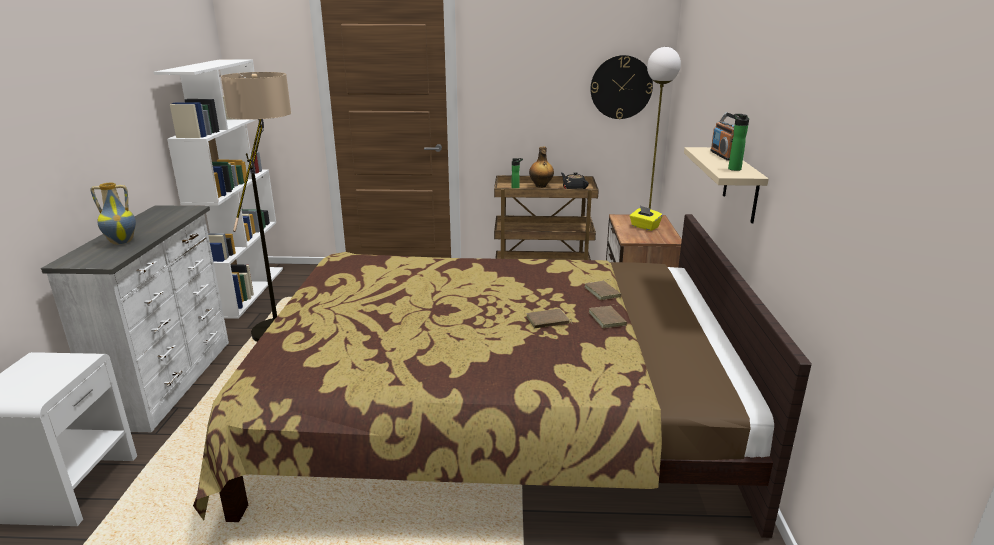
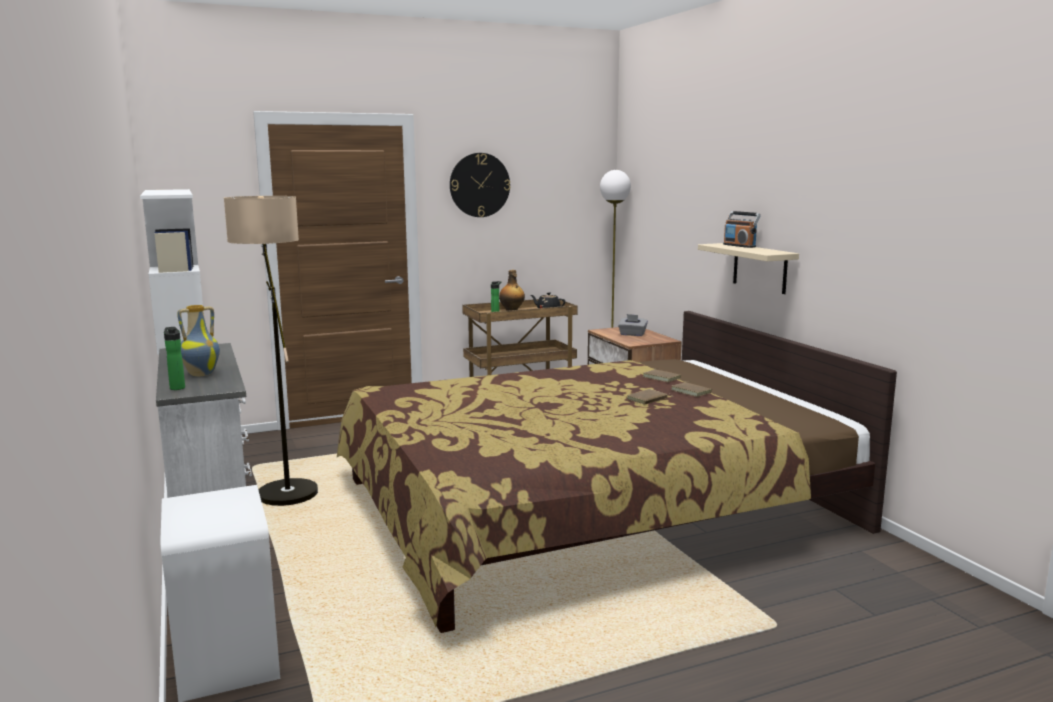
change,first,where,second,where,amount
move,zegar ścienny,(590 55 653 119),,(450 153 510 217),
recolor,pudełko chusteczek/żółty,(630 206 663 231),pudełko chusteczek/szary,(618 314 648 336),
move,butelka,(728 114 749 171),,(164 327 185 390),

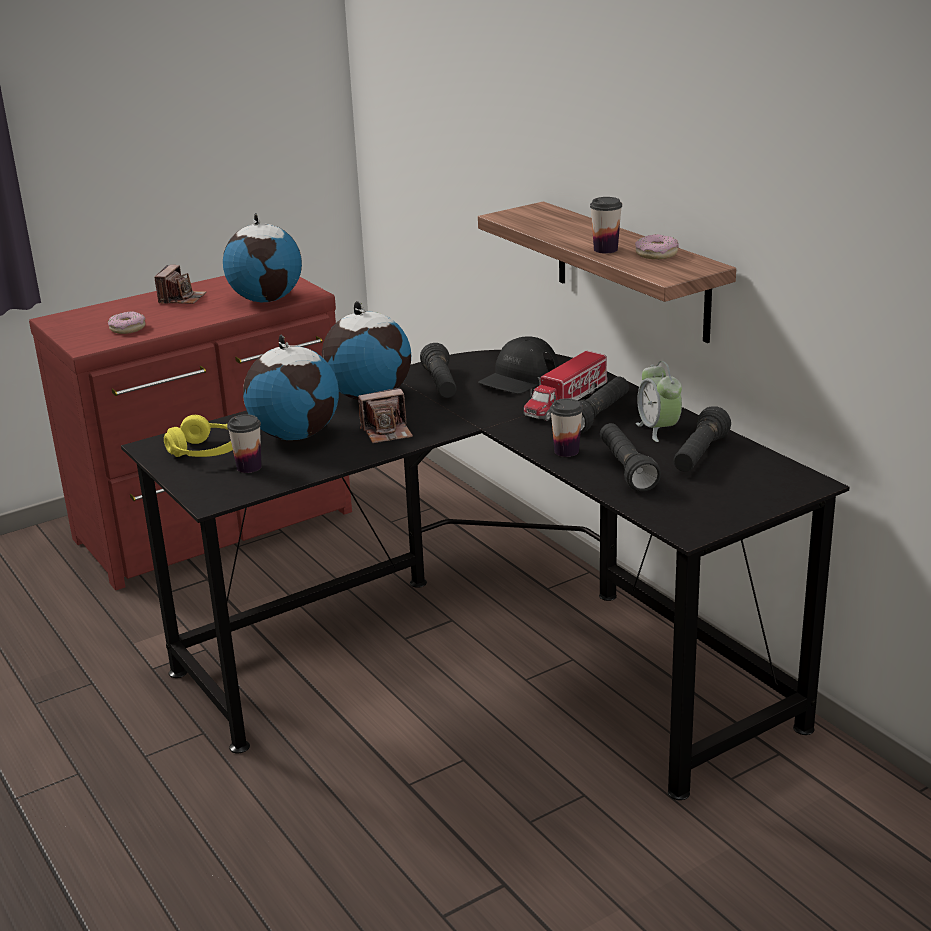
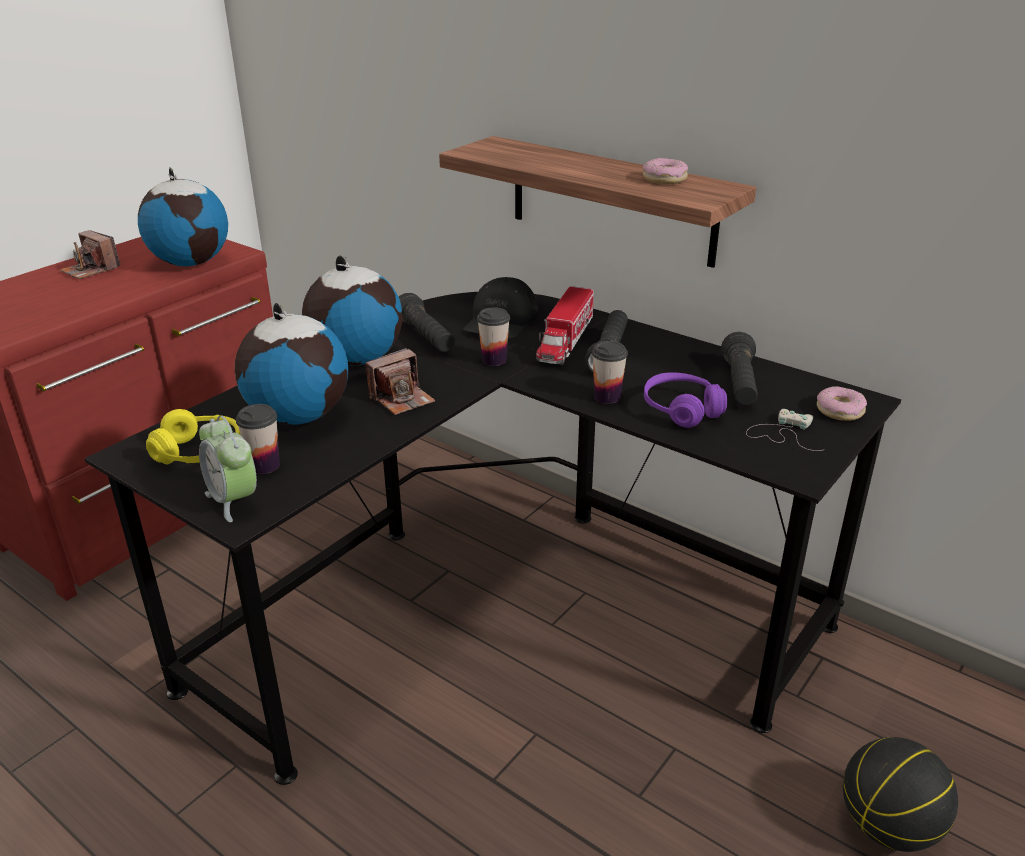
change,first,where,second,where,amount
move,donut,(108 311 146 334),,(817 386 867 421),
rotate,aparat fotograficzny,(154 265 206 304),,(60 230 121 279),135 degrees clockwise
move,filiżanka,(590 197 622 253),,(477 307 510 366),
replace,latarka/czarny,(600 423 661 492),słuchawki/fioletowy,(644 372 727 428),
move,budzik,(636 361 682 442),,(199 416 257 522),
insert,,,pad do gier/biały,(746 409 822 451),
insert,,,piłka do koszykówki,(843 737 958 852),

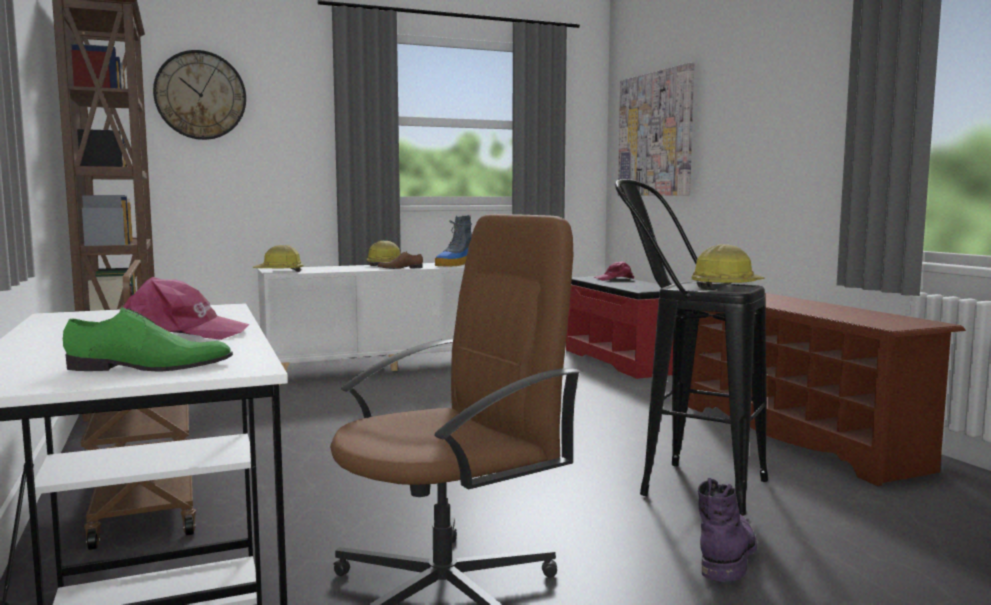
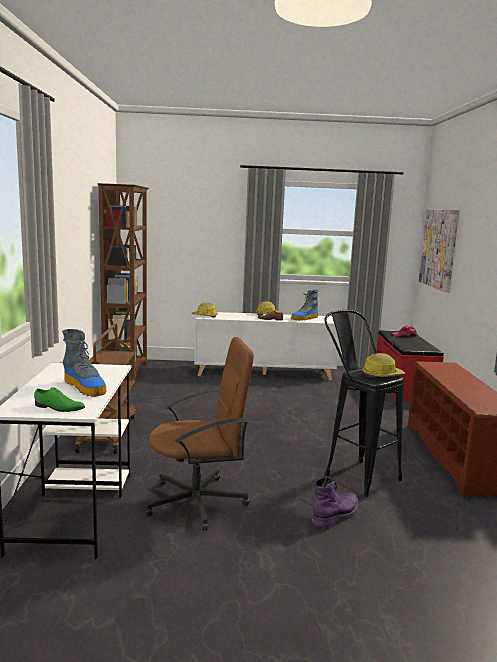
change,first,where,second,where,amount
replace,czapka z daszkiem/różowy,(123 277 249 340),but z cholewką,(62 329 106 397),
delete,zegar ścienny,(153 50 246 140),,,

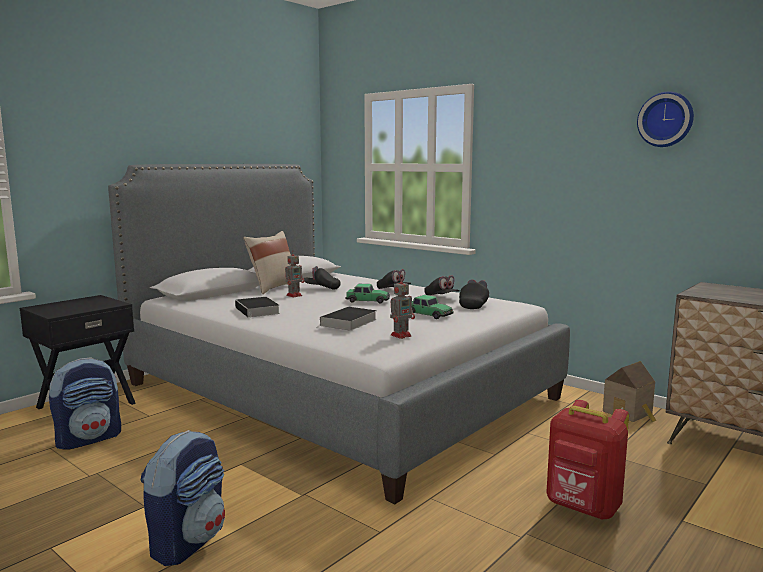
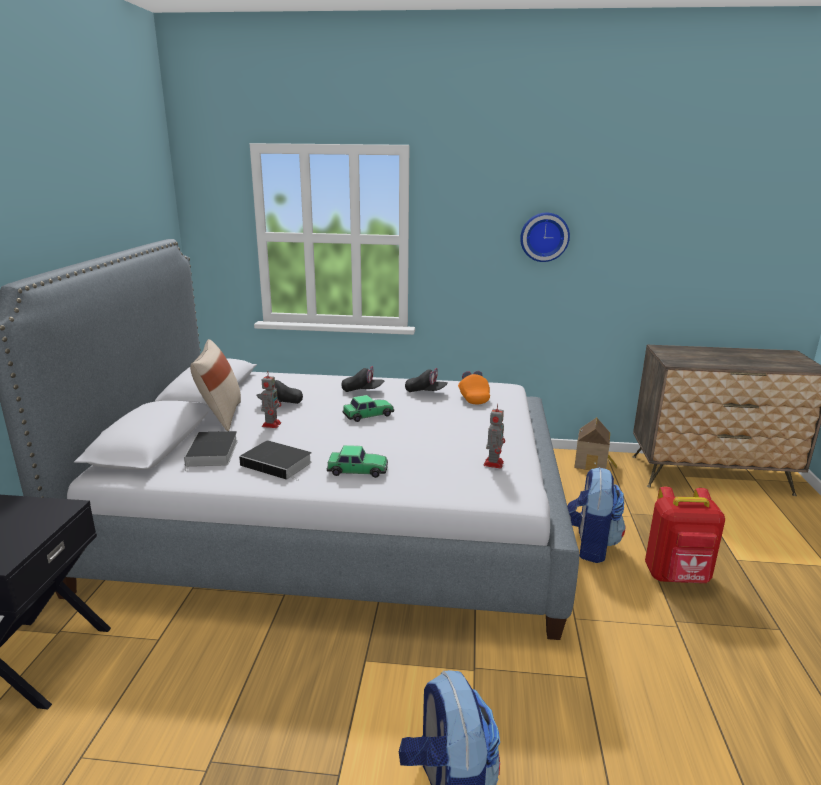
change,first,where,second,where,amount
move,plecak,(49 357 121 450),,(567 467 625 563),
move,książka,(318 307 377 331),,(184 431 238 472),
move,samochodzik,(412 295 454 319),,(327 445 388 478),
recolor,czapka z daszkiem/czarny,(459 279 489 309),czapka z daszkiem/pomarańczowy,(458 371 490 405),
move,zegar ścienny,(637 91 694 147),,(520 213 570 262),

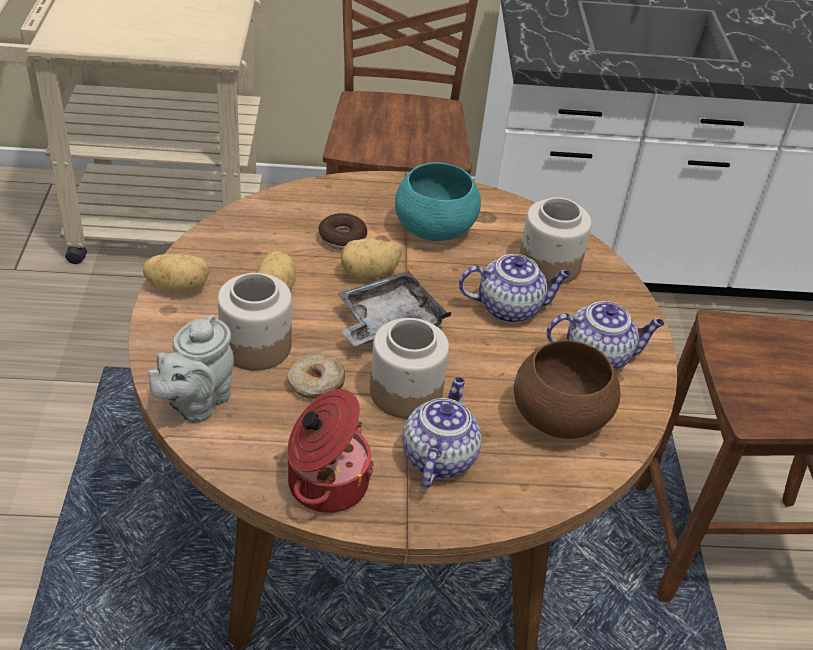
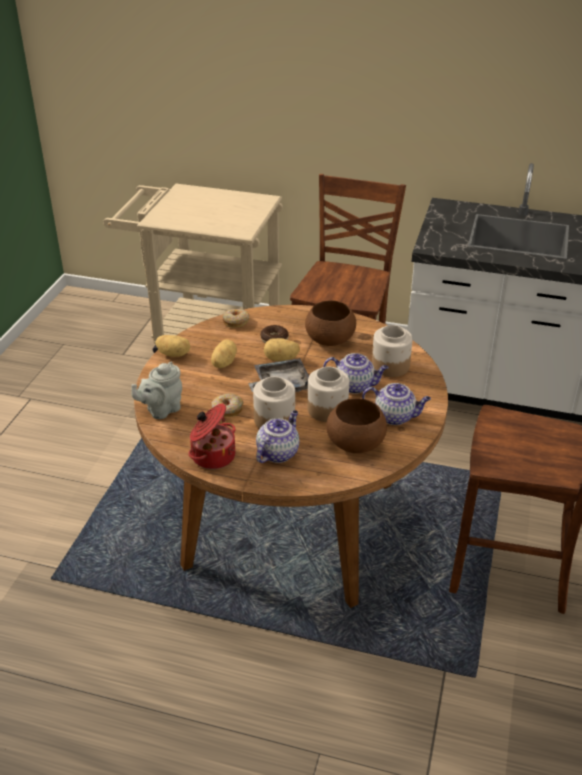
change,first,where,second,where,amount
move,słoik,(217 273 292 371),,(308 367 349 422),
recolor,miska/turkusowy,(395 162 481 241),miska/brązowy,(305 300 356 346),
insert,,,donut,(222 309 249 328),

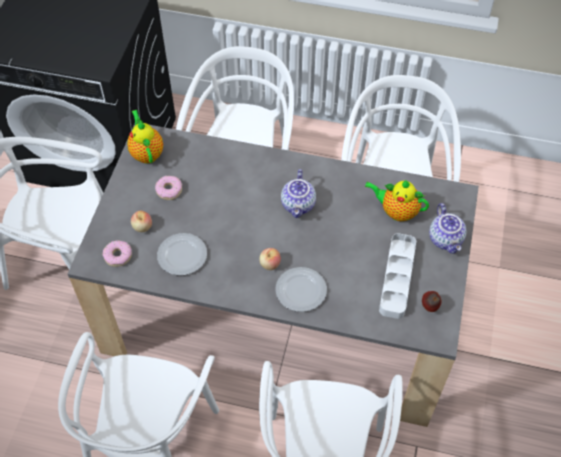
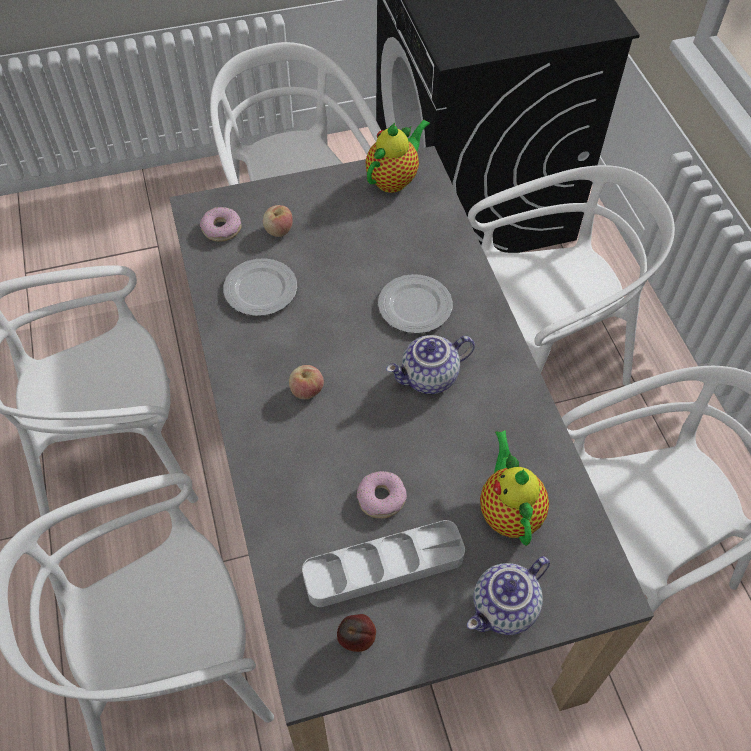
change,first,where,second,where,amount
move,donut,(155 176 182 200),,(357 471 407 519),
move,talerz,(275 267 327 312),,(378 274 453 333),

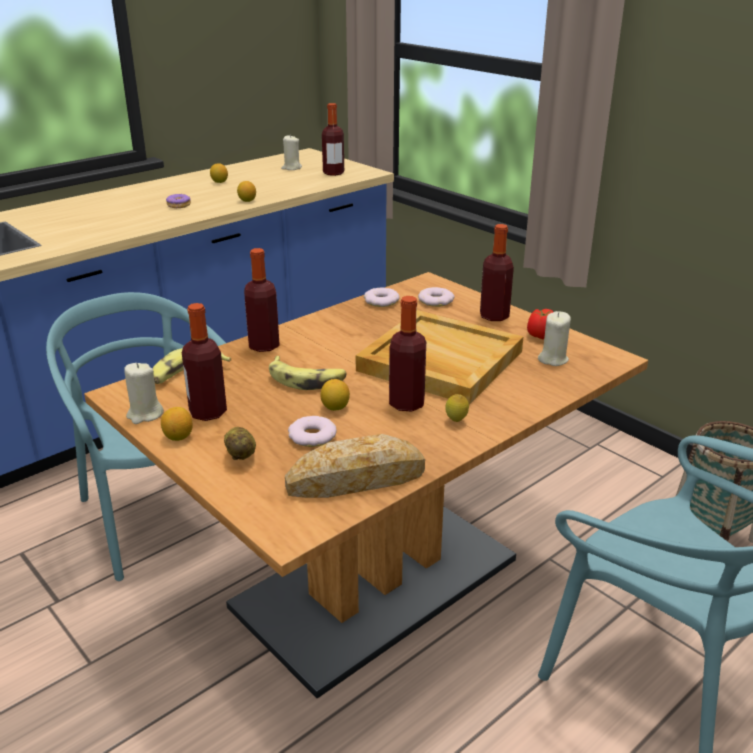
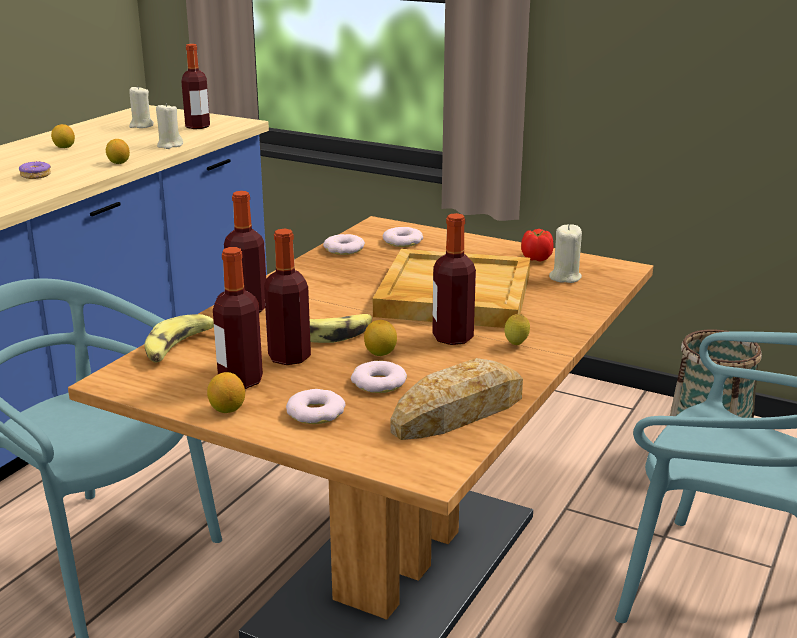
change,first,where,second,where,amount
move,świeca/beżowy,(124 363 164 424),,(156 103 183 149),
replace,ziemniak,(224 427 256 460),donut,(286 389 345 424),
move,butelka,(480 224 514 321),,(264 229 311 365),

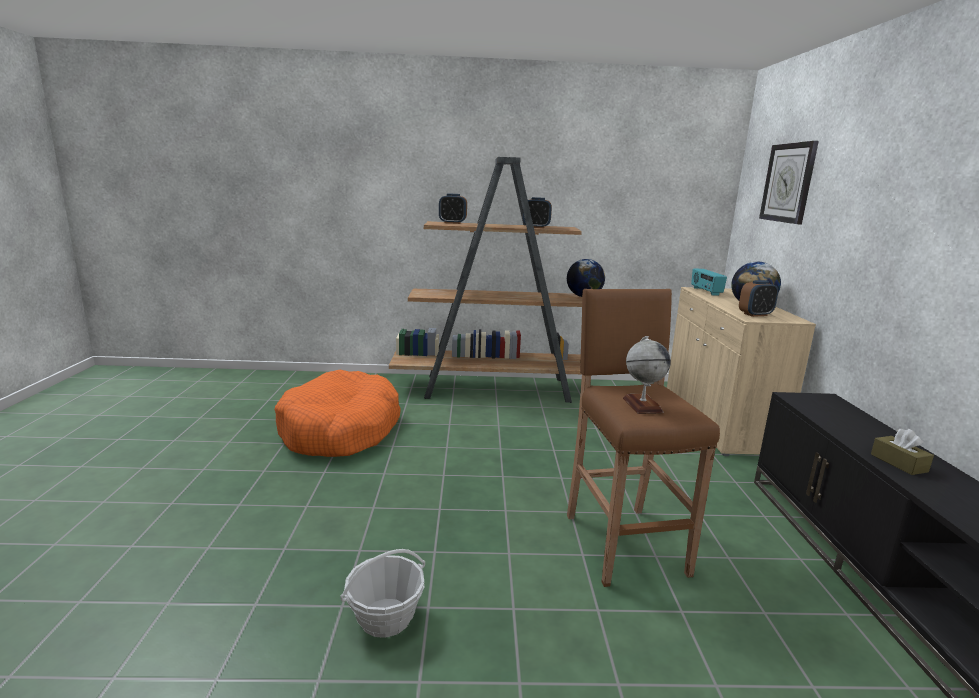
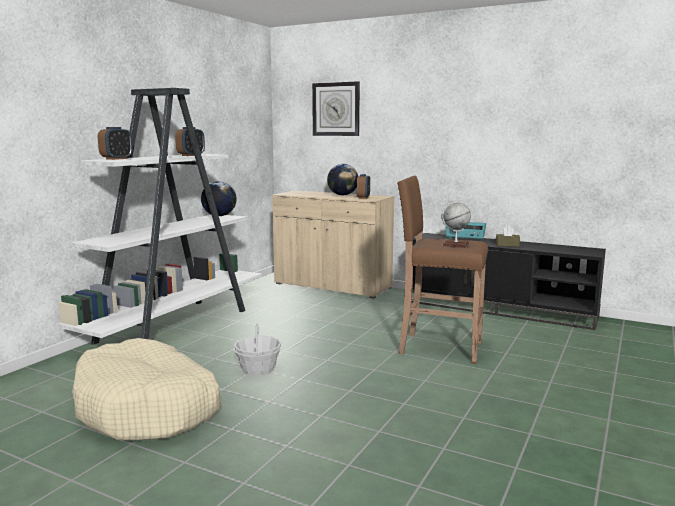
change,first,where,second,where,amount
recolor,legowisko/pomarańczowy,(275 370 401 457),legowisko/beżowy,(72 338 221 441),
move,koszyk,(340 549 425 638),,(233 324 281 376),
recolor,regał/brązowy,(389 157 613 403),regał/biały,(57 88 262 345),
move,radio,(691 269 727 296),,(445 222 486 241),

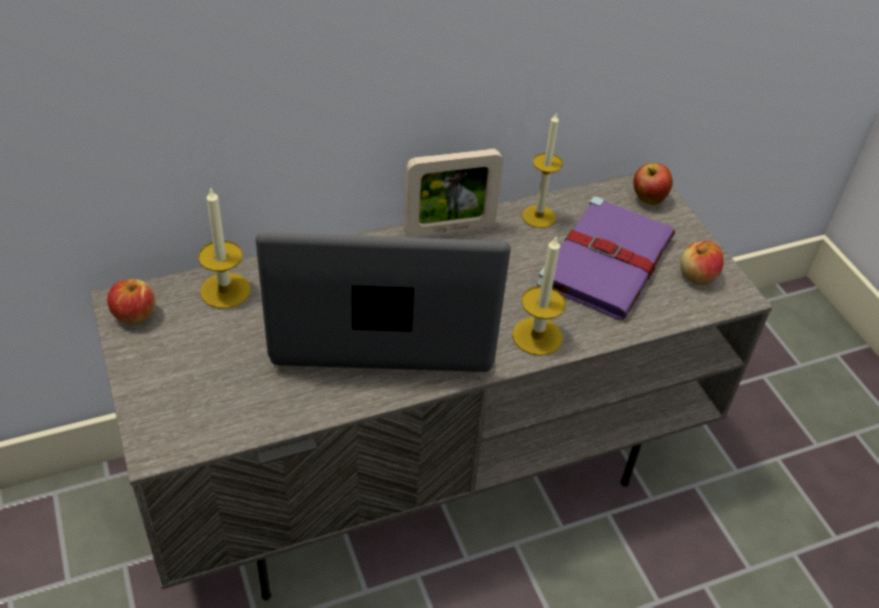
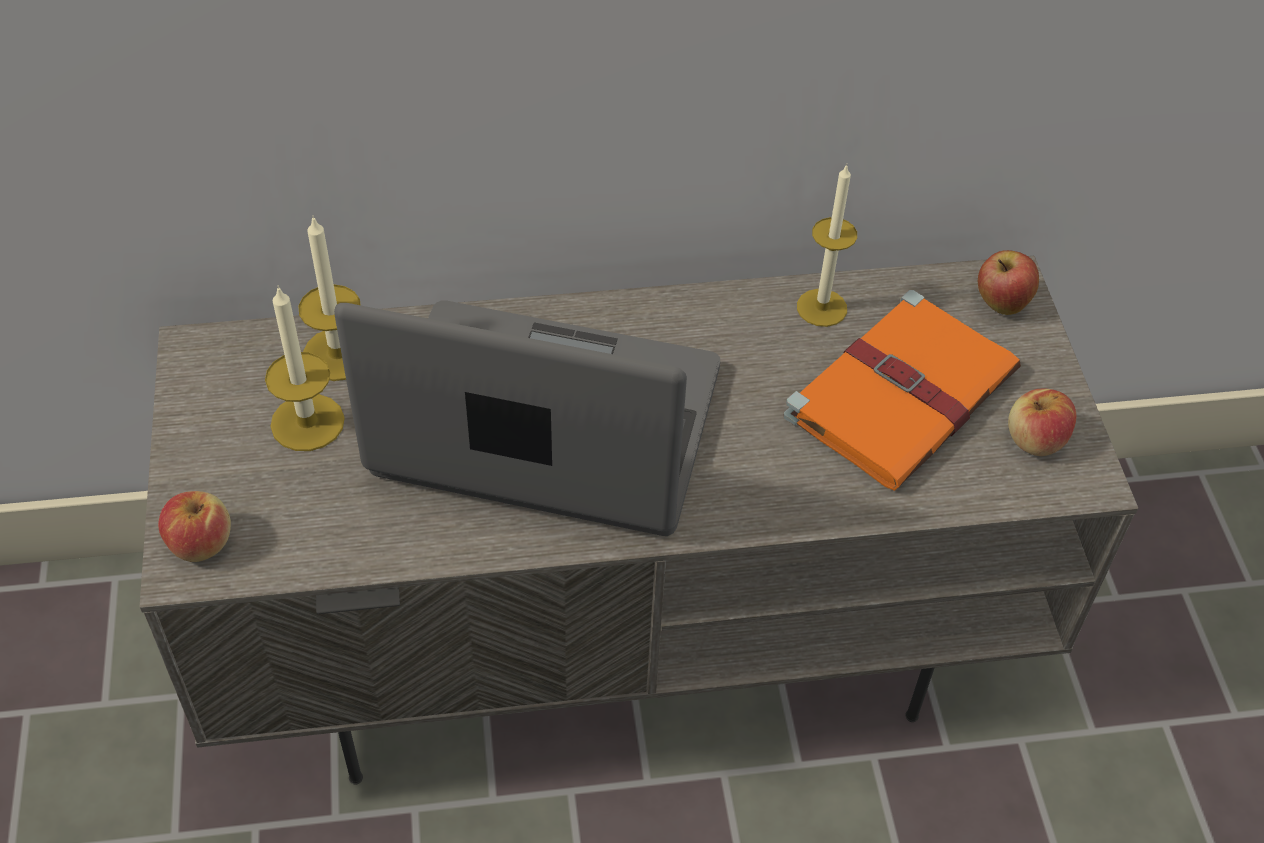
change,first,where,second,where,amount
move,jabłko,(107 279 155 325),,(158 491 231 562),
delete,ramka na zdjęcie,(404 149 503 238),,,
move,świeca,(512 237 566 356),,(265 285 345 451),
recolor,książka/fioletowy,(537 196 675 320),książka/pomarańczowy,(784 290 1021 491),

